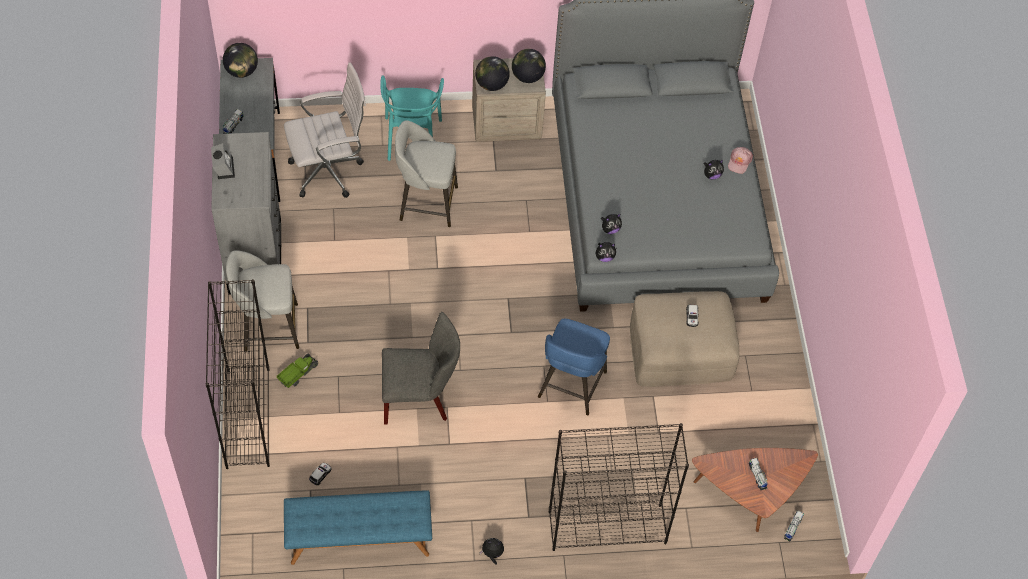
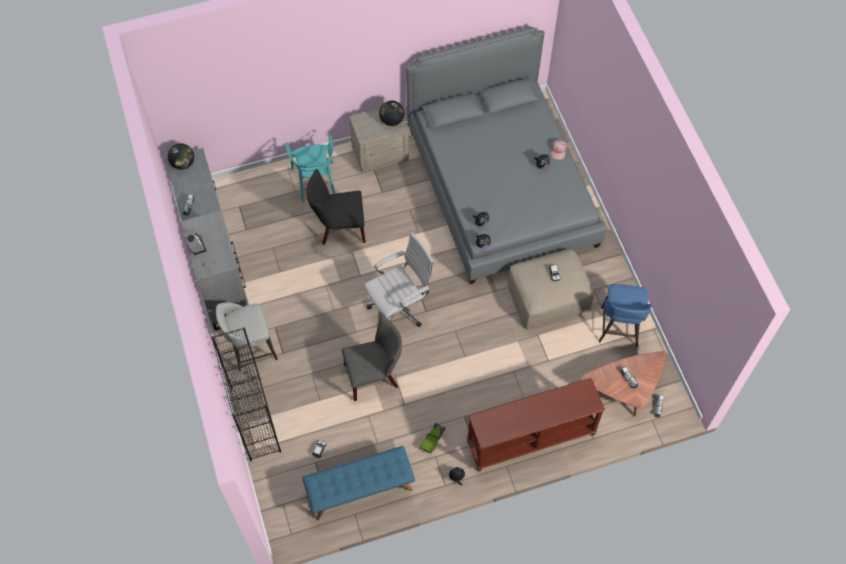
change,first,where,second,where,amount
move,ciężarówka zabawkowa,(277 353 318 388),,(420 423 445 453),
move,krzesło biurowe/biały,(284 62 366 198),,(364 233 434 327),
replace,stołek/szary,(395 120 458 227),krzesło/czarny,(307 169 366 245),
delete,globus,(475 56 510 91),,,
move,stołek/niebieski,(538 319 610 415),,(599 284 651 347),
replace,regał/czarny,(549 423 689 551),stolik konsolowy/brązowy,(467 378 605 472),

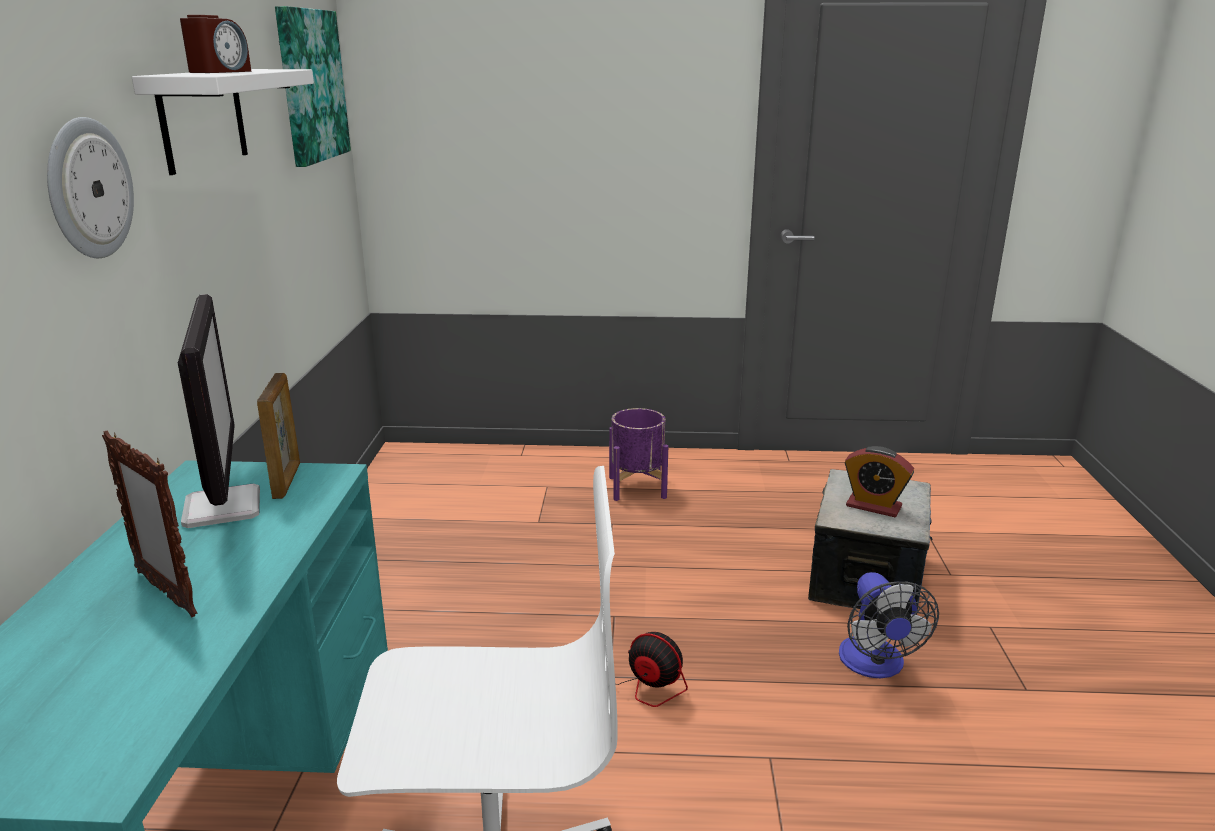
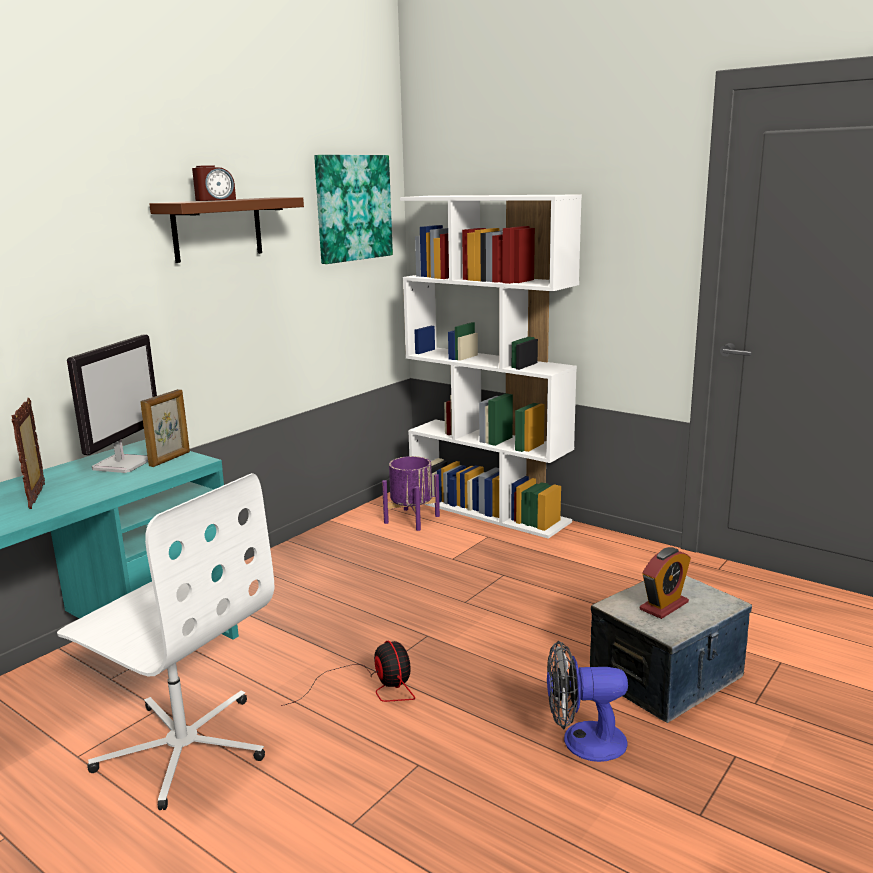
change,first,where,second,where,amount
delete,zegar ścienny,(47 117 134 258),,,
recolor,półka/biały,(132 69 314 175),półka/brązowy,(149 197 304 263),
move,donica/fioletowy,(609 408 668 501),,(382 456 440 531),
rotate,wentylator,(839 572 939 678),,(547 641 628 762),60 degrees clockwise
rotate,budzik,(845 446 914 517),,(640 547 691 619),105 degrees counterclockwise
insert,,,regał/biały,(400 195 582 539),

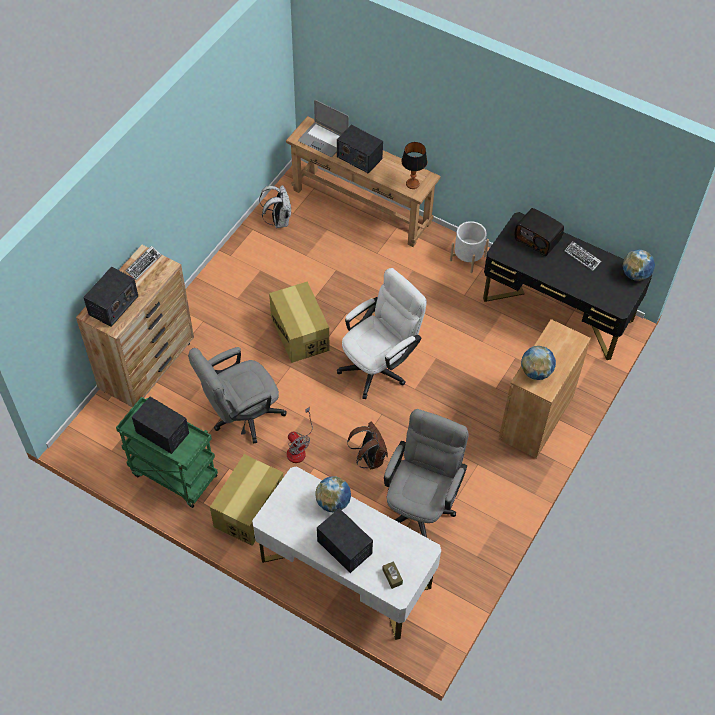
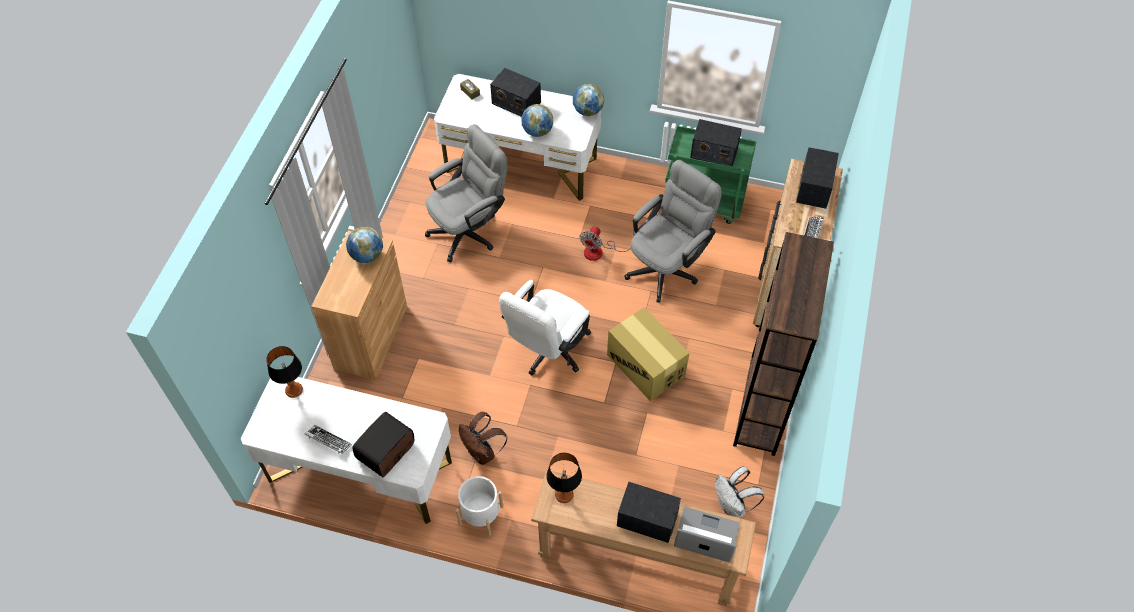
change,first,where,second,where,amount
delete,karton,(210 454 283 546),,,
rotate,wentylator,(287 407 313 463),,(580 226 636 261),105 degrees counterclockwise
move,plecak/brązowy,(347 422 388 469),,(459 412 507 465),
rotate,krzesło biurowe/szary,(384 409 469 537),,(425 124 507 262),135 degrees counterclockwise
recolor,biurko/czarny,(483 212 652 360),biurko/biały,(241 377 452 524),
rotate,radio,(515 208 564 256),,(352 412 414 477),75 degrees counterclockwise
move,globus,(623 249 655 281),,(573 84 604 116),
insert,,,lampa stołowa,(266 346 303 398),
insert,,,regał/brązowy,(733 232 834 456),

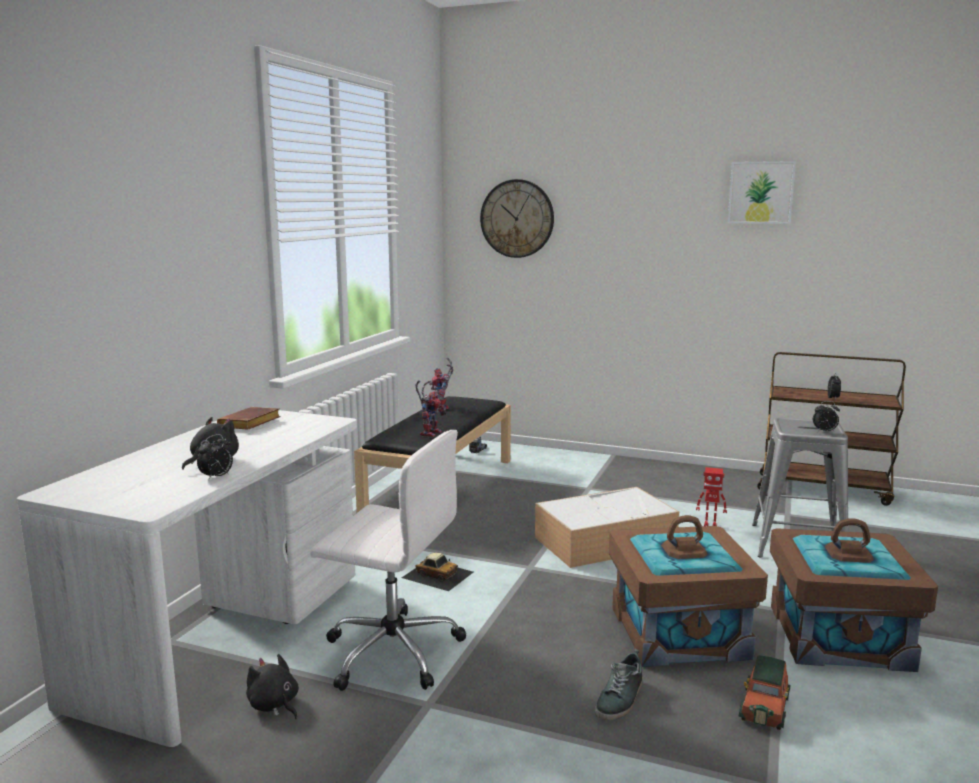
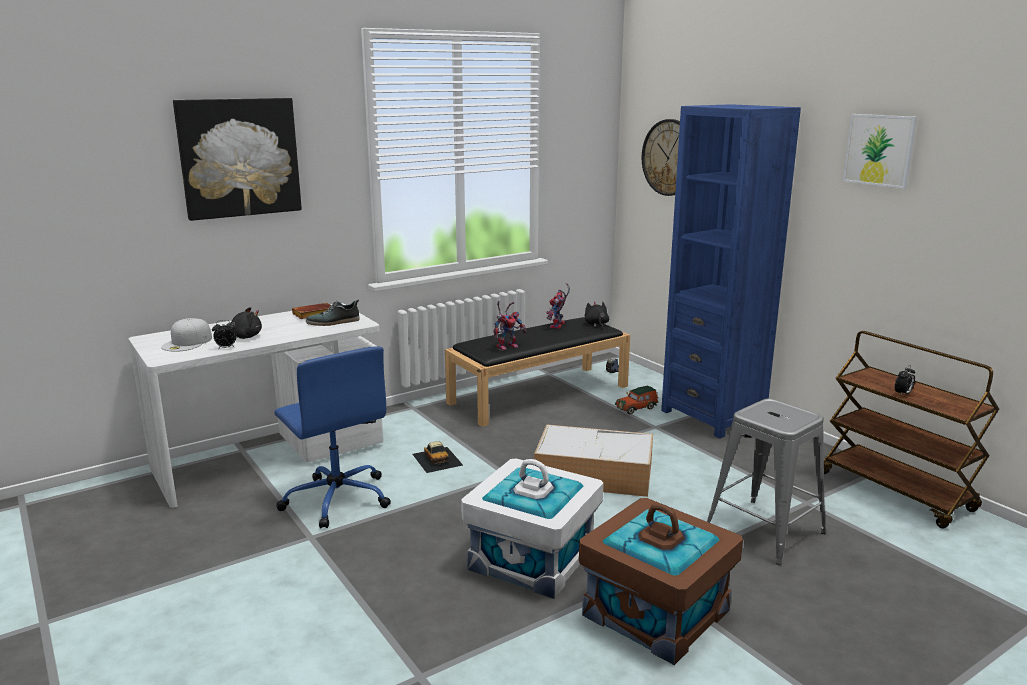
change,first,where,second,where,amount
move,pluszak/czarny,(246 654 299 719),,(585 302 609 329),
recolor,krzesło biurowe/biały,(311 430 466 691),krzesło biurowe/niebieski,(274 346 391 528),
move,but,(595 649 642 720),,(306 299 359 326),
recolor,pojemnik do przechowywania/brązowy,(609 515 768 667),pojemnik do przechowywania/biały,(461 458 603 599),
delete,robot zabawkowy,(696 467 727 526),,,
move,samochodzik,(739 655 790 730),,(615 386 658 415),
delete,budzik,(813 401 840 432),,,
insert,,,czapka z daszkiem/biały,(161 318 212 352),
insert,,,obraz,(173 98 302 221),
insert,,,regał/niebieski,(661 104 801 438),

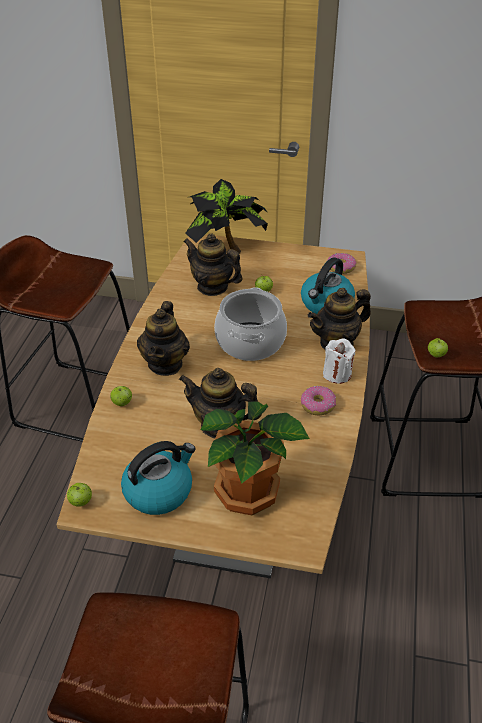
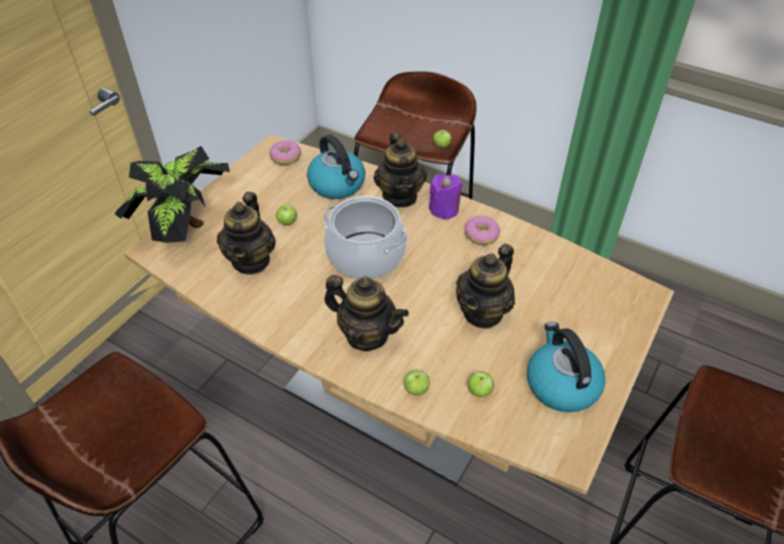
change,first,where,second,where,amount
move,jabłko,(67 483 92 507),,(467 371 494 397),
rotate,imbryk,(183 233 243 296),,(217 192 276 274),45 degrees counterclockwise
delete,roślina doniczkowa,(200 401 310 515),,,
recolor,świeca/biały,(323 338 356 384),świeca/fioletowy,(429 174 462 220),

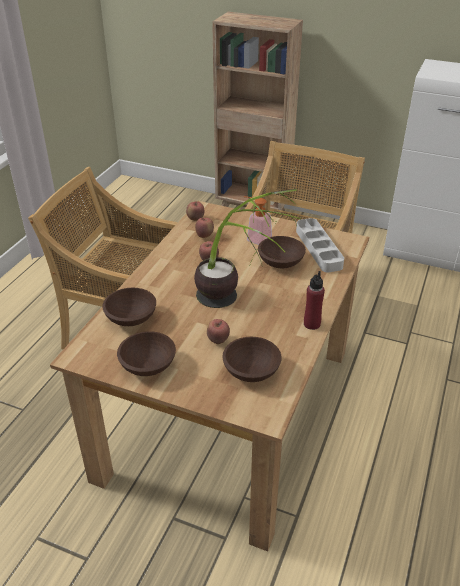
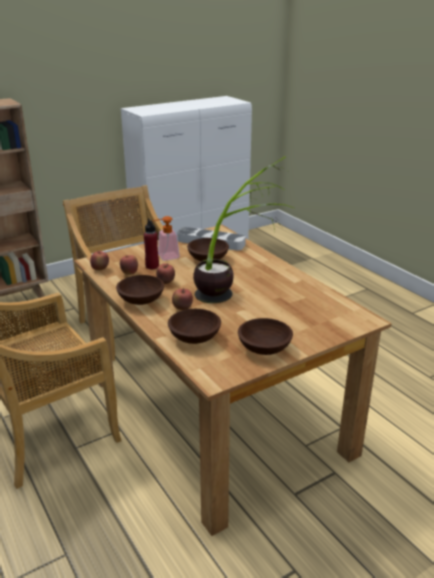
change,first,where,second,where,amount
move,jabłko,(207 319 230 344),,(172 288 193 310),
move,miska/brązowy,(222 337 281 382),,(116 275 164 305),
move,butelka/czerwony,(304 271 325 330),,(144 218 159 269),

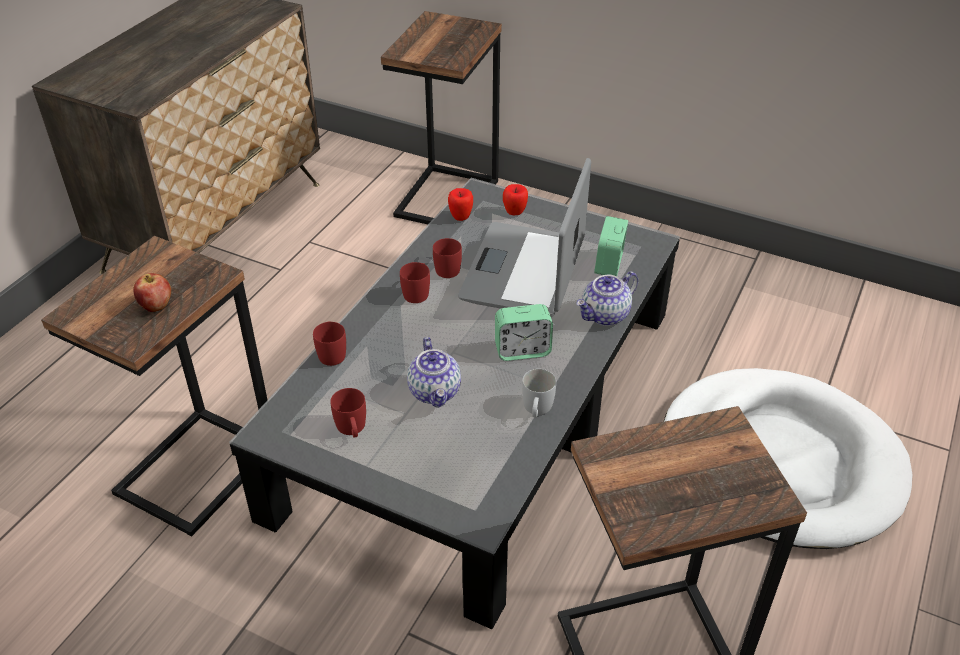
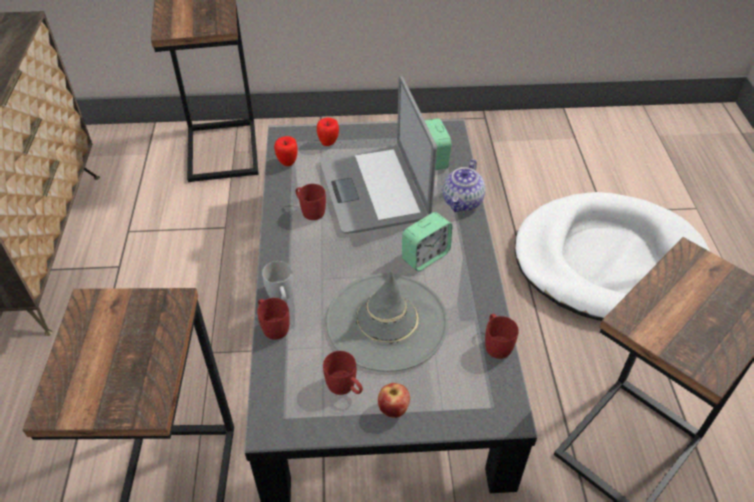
change,first,where,second,where,amount
move,jabłko,(133 273 171 312),,(378 383 410 418),
move,kubek/czerwony,(400 262 430 303),,(485 314 519 359),
replace,imbryk,(407 337 461 408),kapelusz/szary,(326 271 448 372),
move,kubek/biały,(522 369 556 417),,(262 261 293 303),

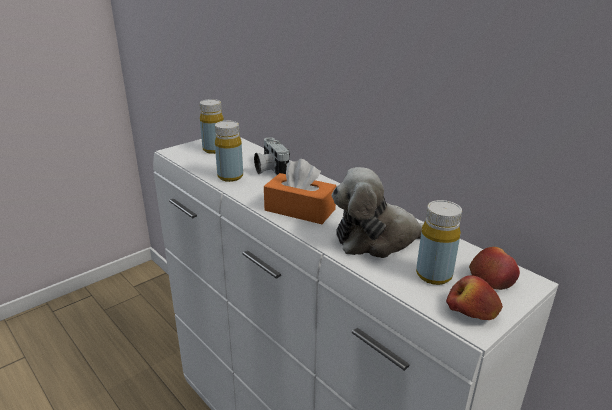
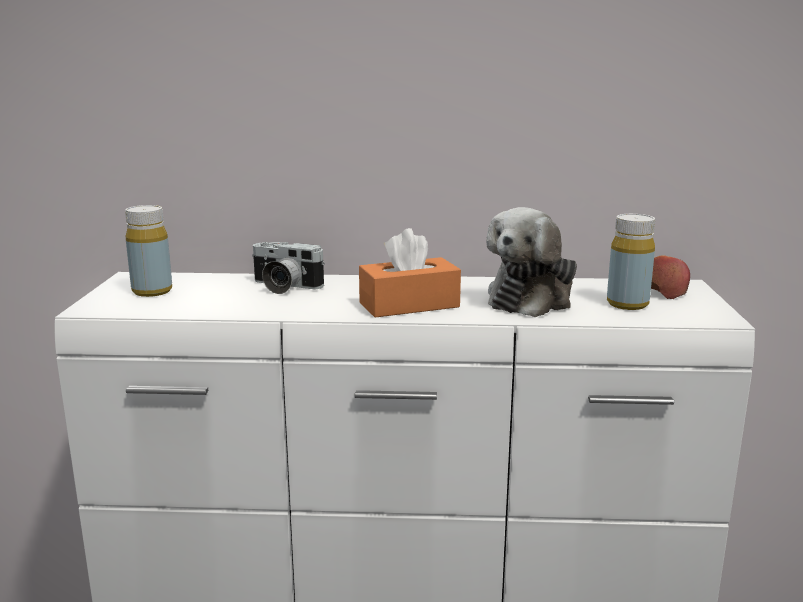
change,first,where,second,where,amount
delete,butelka/żółty,(215 121 243 182),,,
delete,jabłko,(446 275 503 320),,,

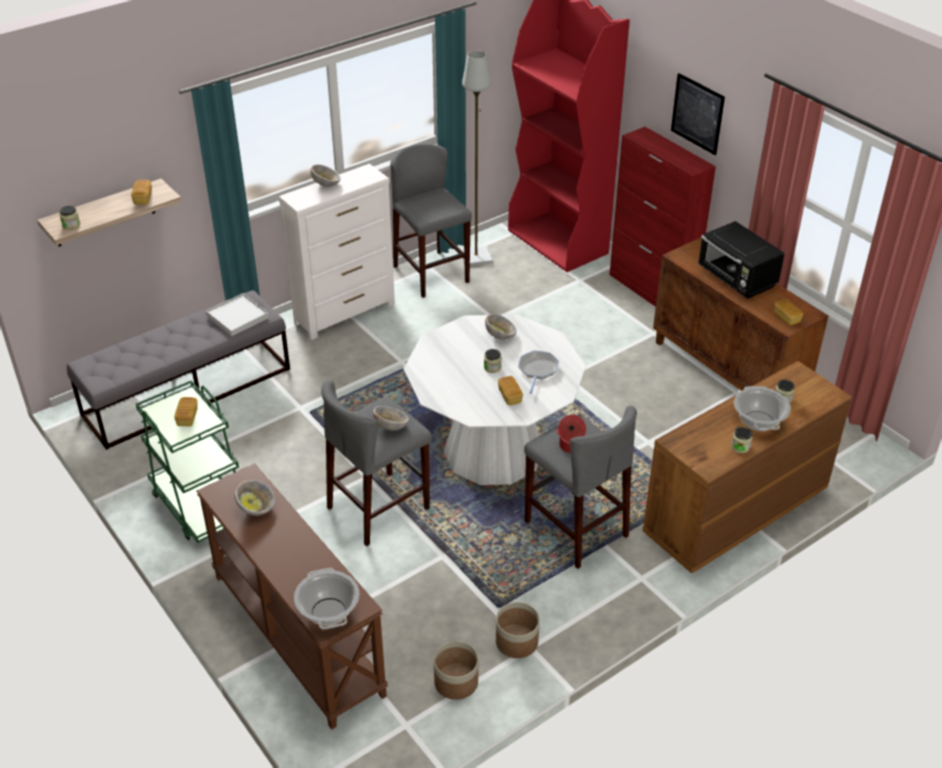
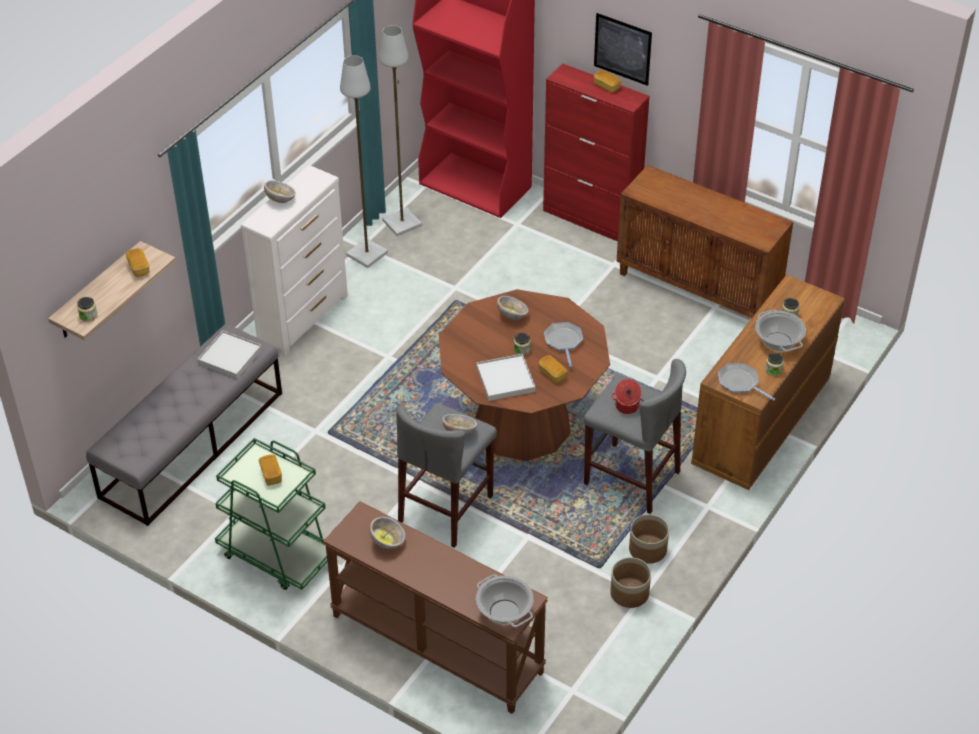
change,first,where,second,where,amount
replace,stołek/szary,(390 143 472 298),lampa stojąca/szary,(340 55 388 268),
recolor,stół jadalny/biały,(403 315 586 485),stół jadalny/brązowy,(439 289 610 461),
move,donica,(434 641 478 700),,(629 514 669 564),
delete,mikrofalówka/czarny,(698 221 785 298),,,
move,chleb,(774 299 803 325),,(594 70 621 93),
insert,,,taca/biały,(476 354 535 401),
insert,,,patelnia,(718 363 775 400),

